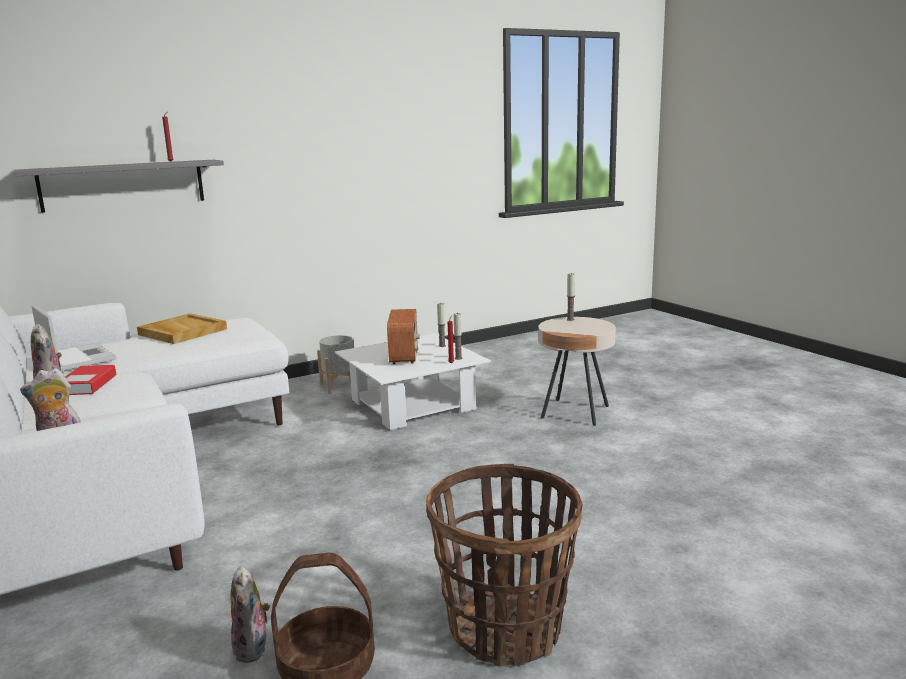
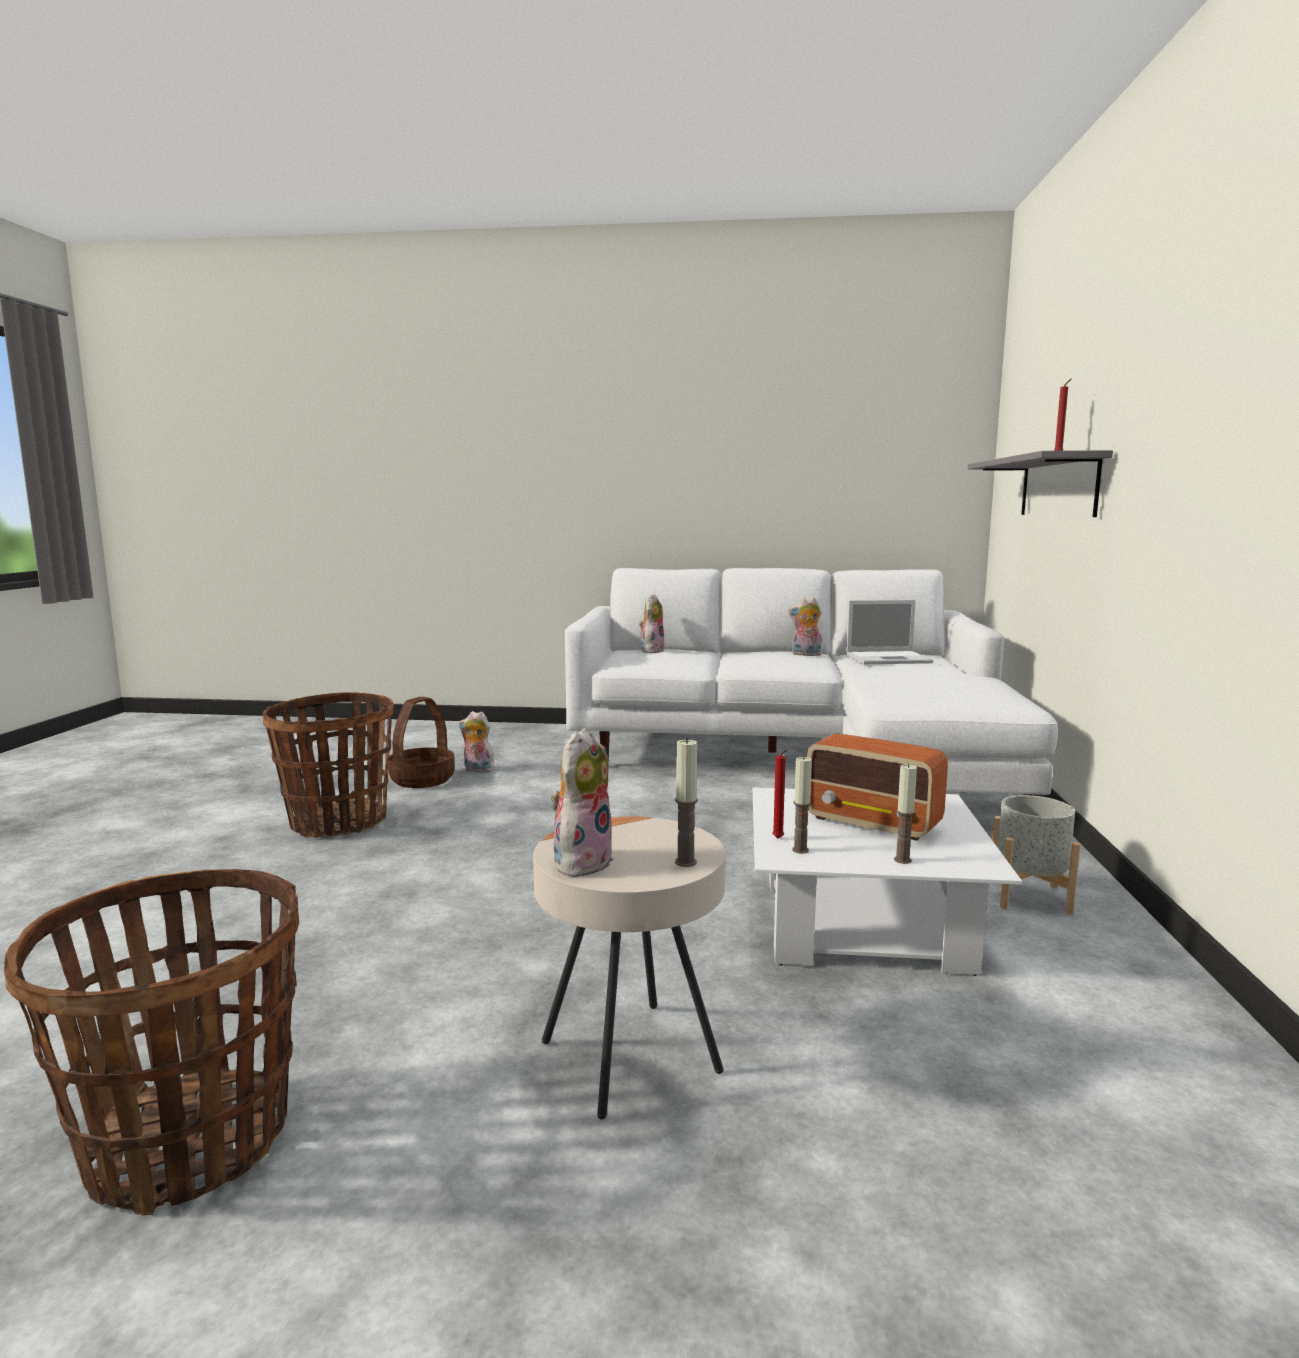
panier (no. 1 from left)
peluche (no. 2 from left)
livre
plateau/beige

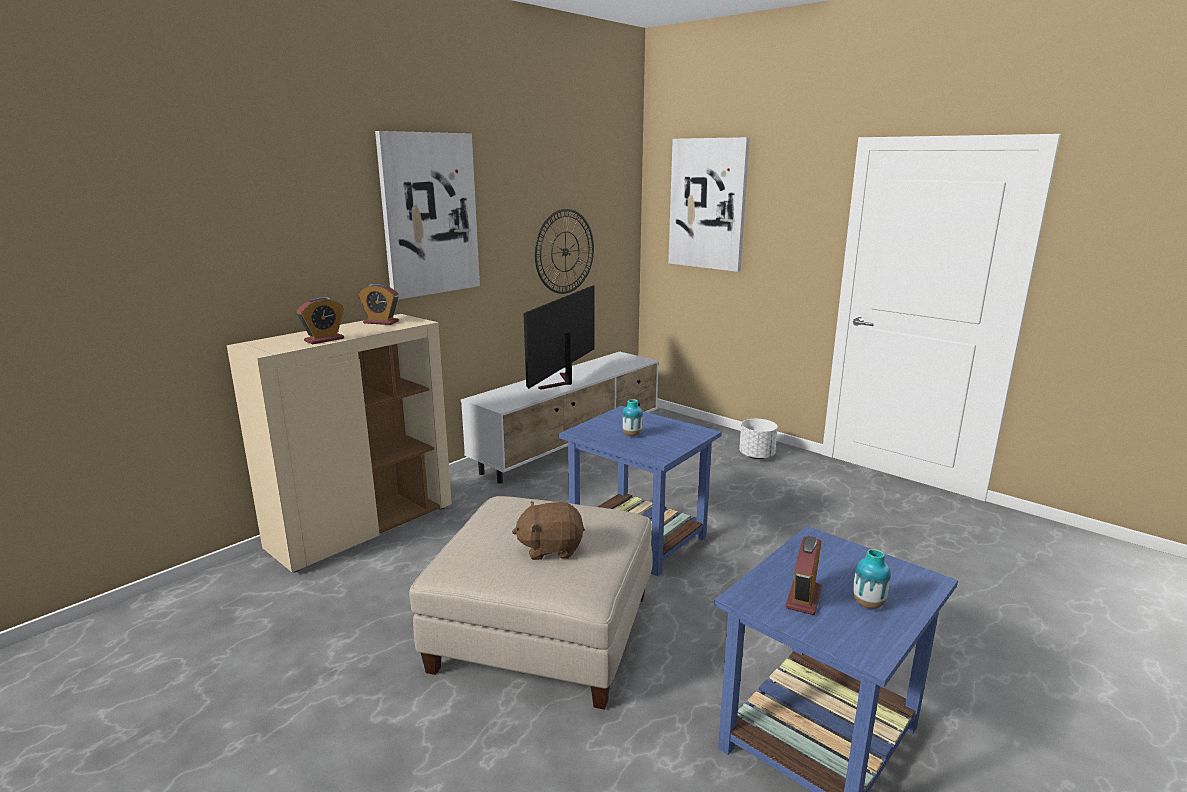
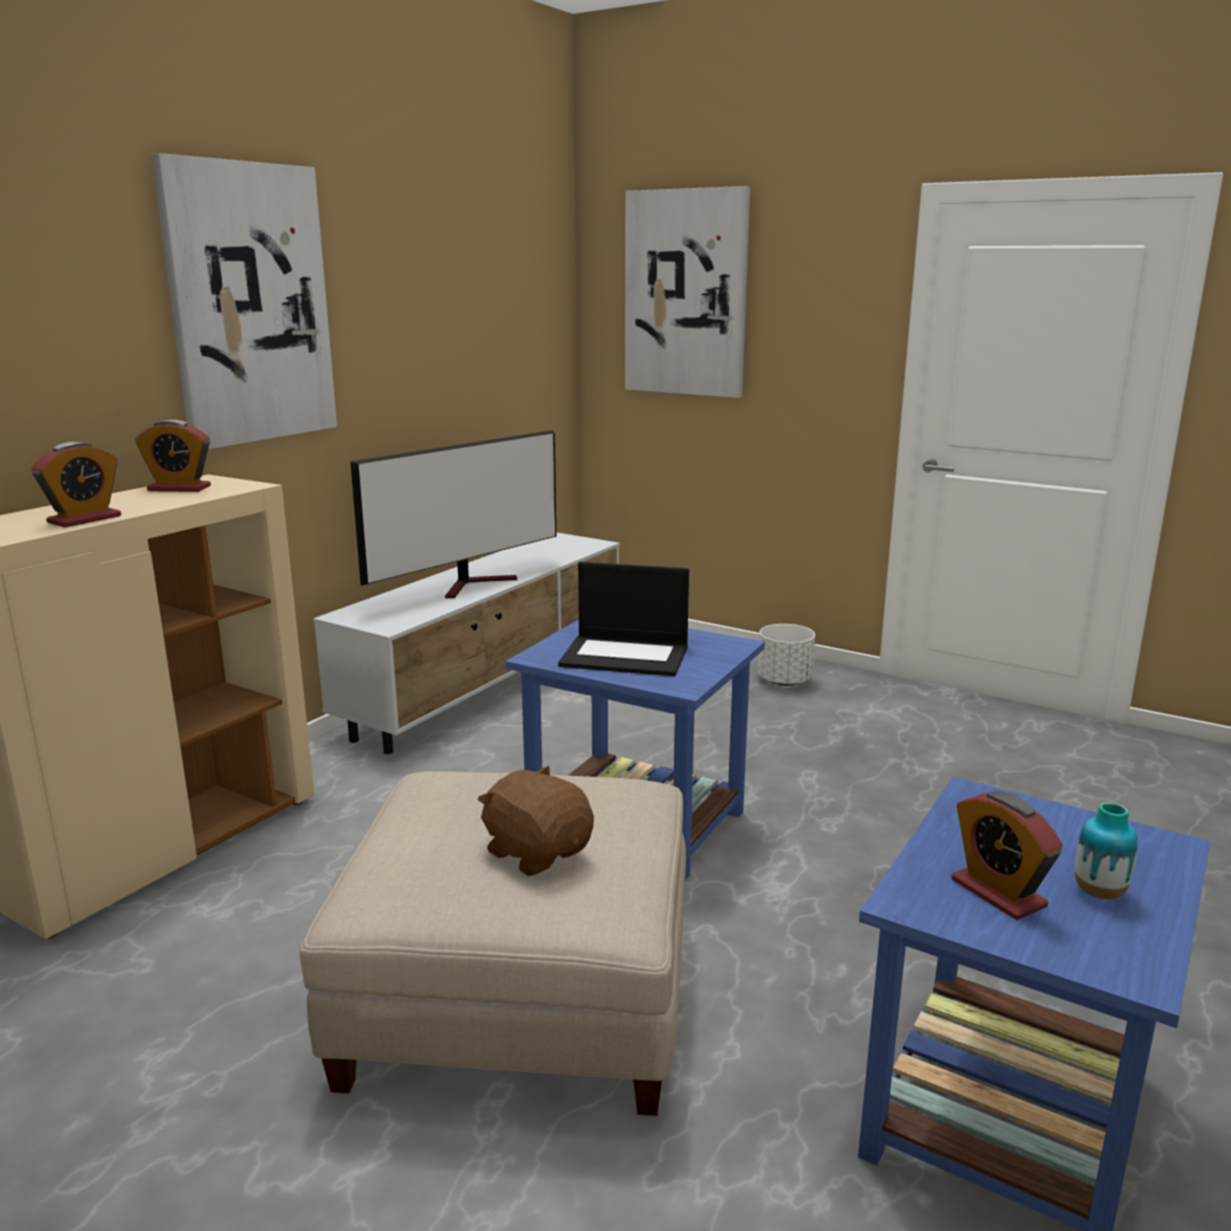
téléviseur
peluche/marron
ordinateur portable
réveil (no. 3 from left)
horloge murale

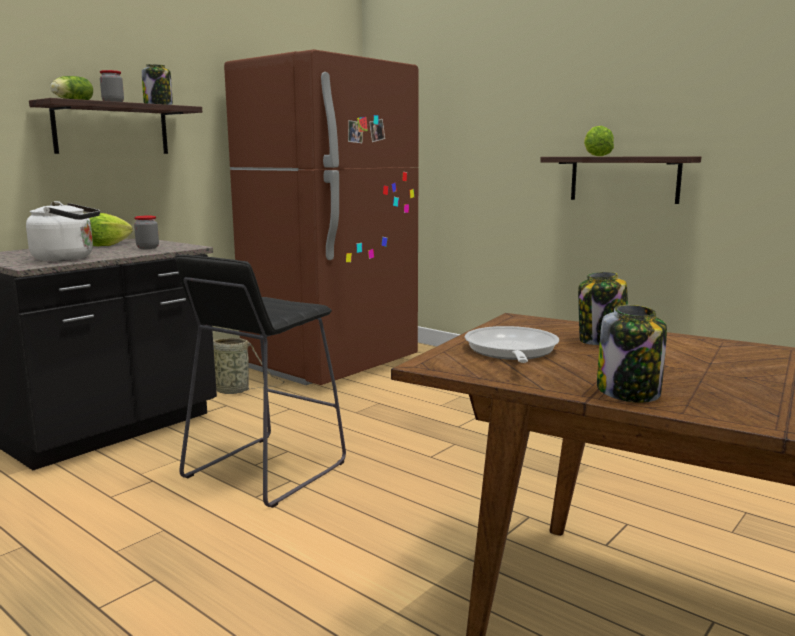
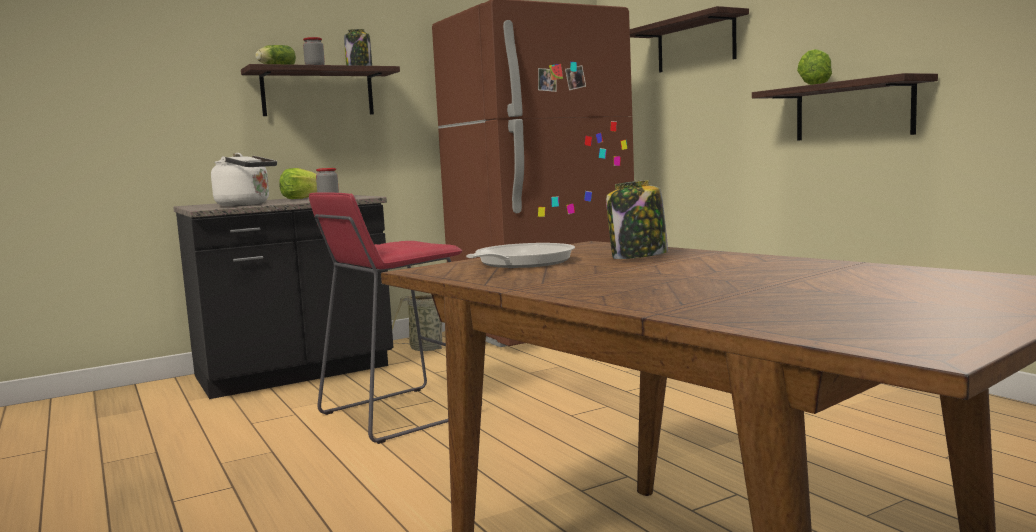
tabouret/rouge
étagère (no. 2 from left)
bocal (no. 5 from left in the first image)

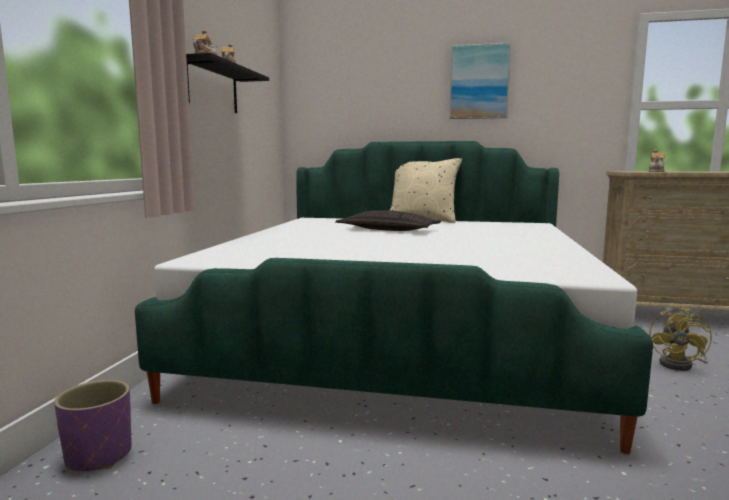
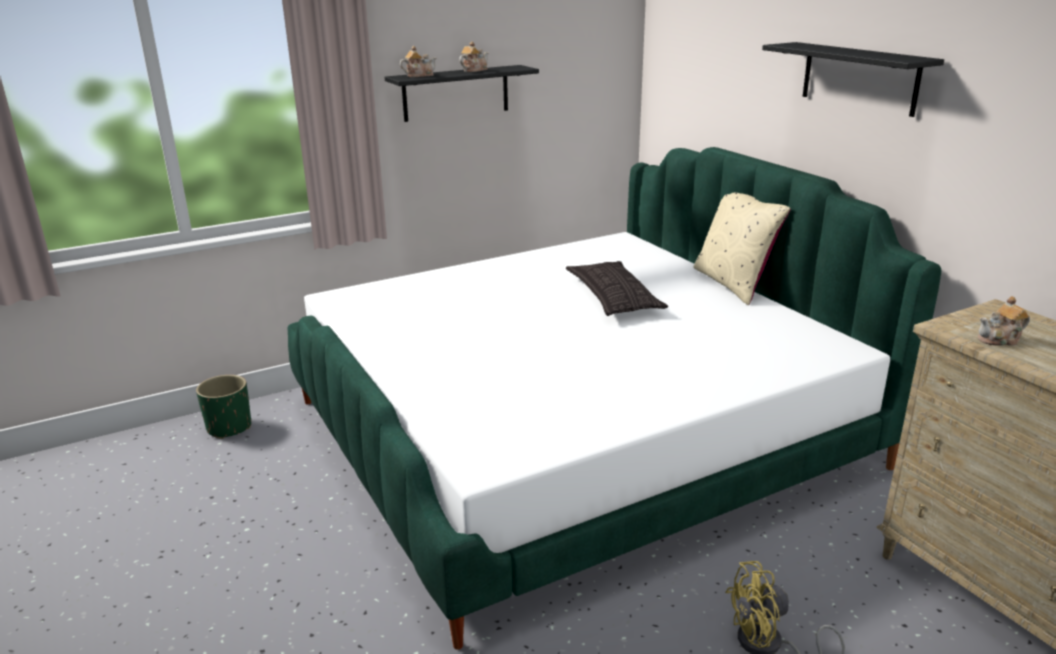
cache-pot/vert
étagère/noir (no. 2 from left)

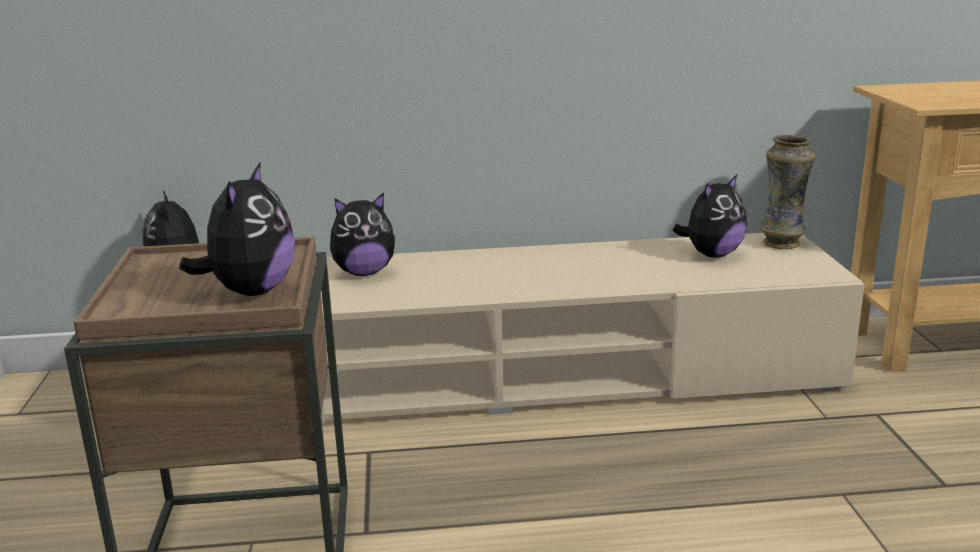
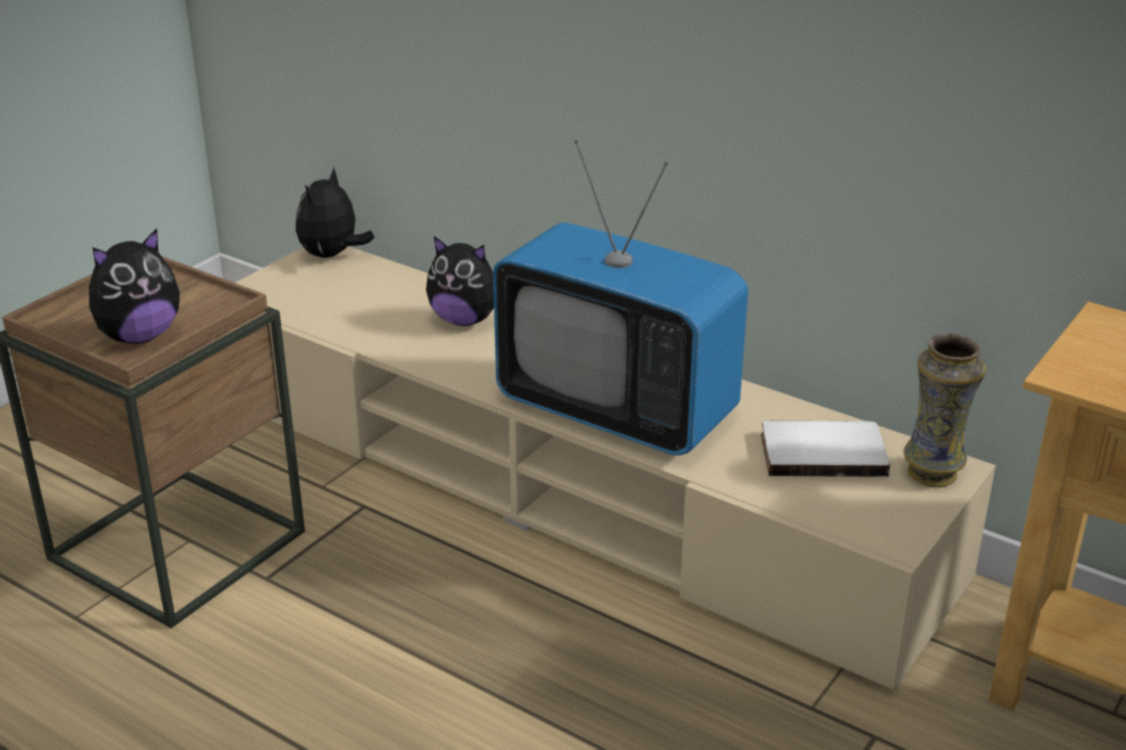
téléviseur
livre/blanc

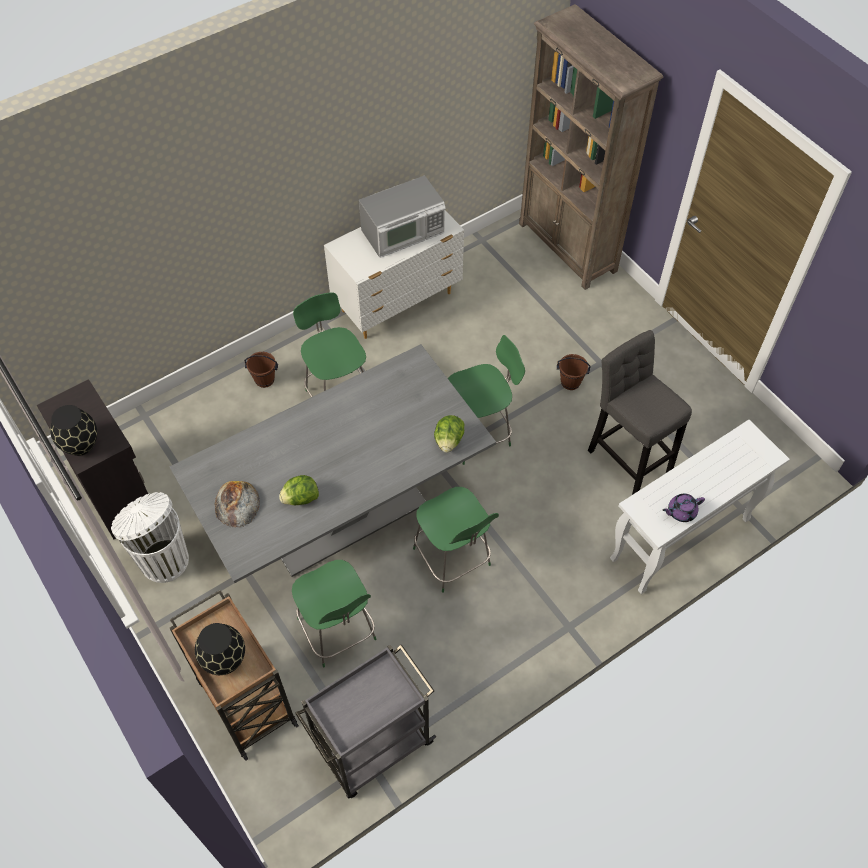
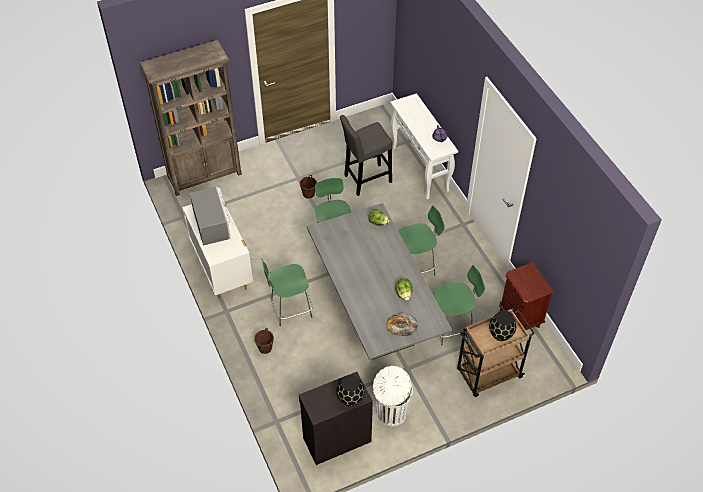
table de chevet/marron

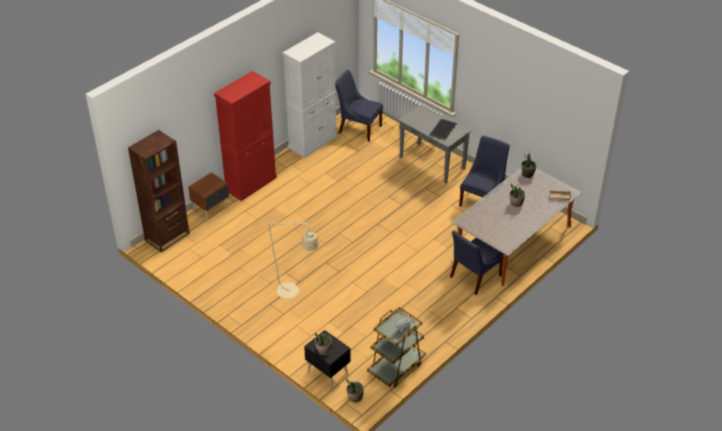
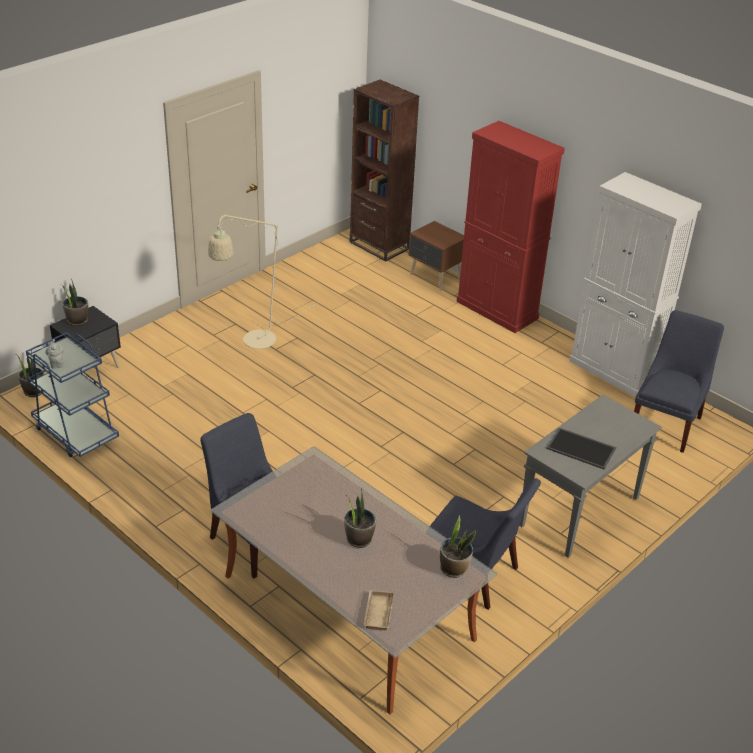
chariot/bleu

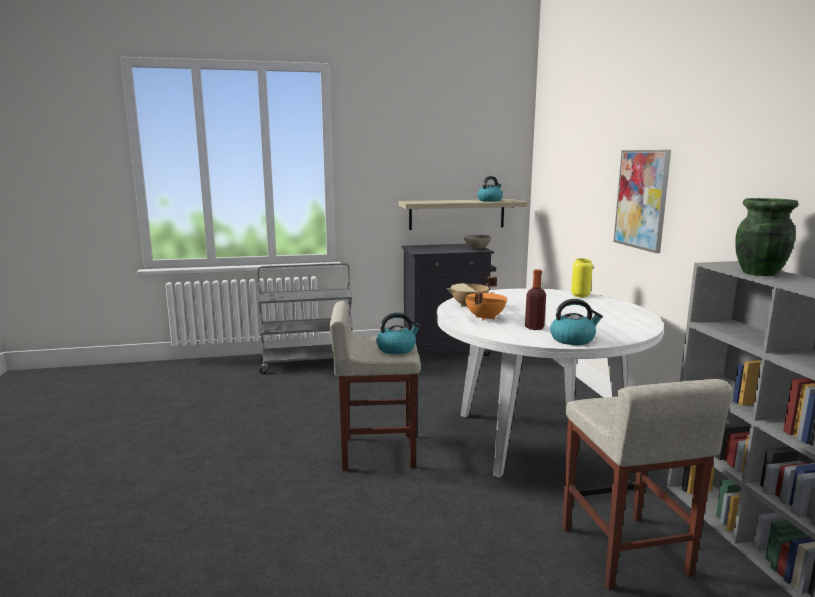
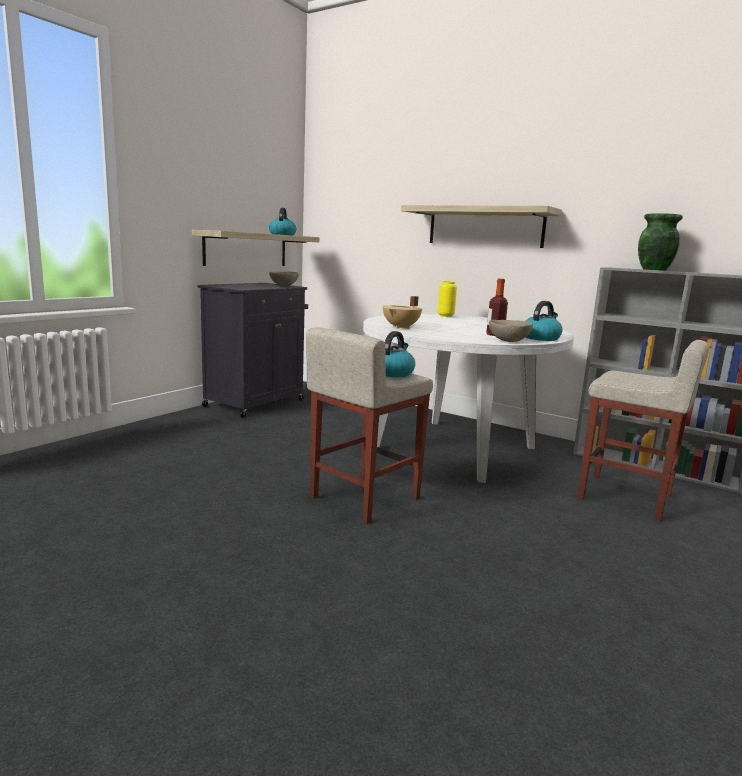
étagère (no. 2 from left)
bol/beige (no. 2 from left)
chariot/gris
marmite/orange

